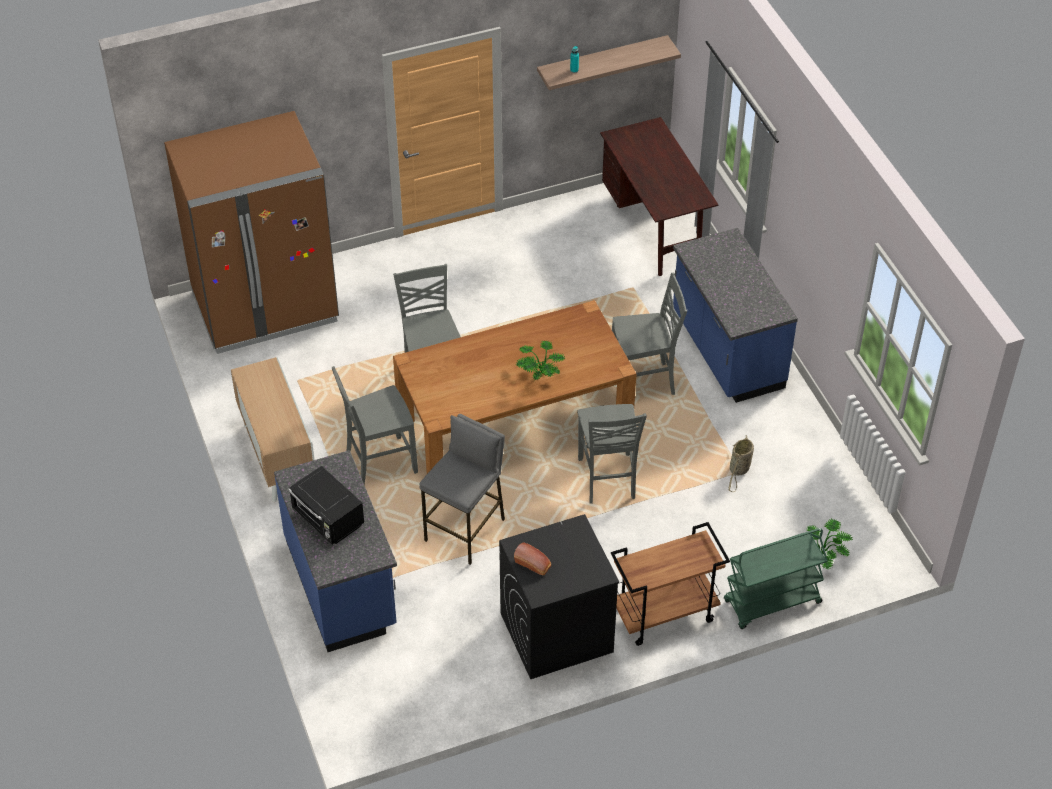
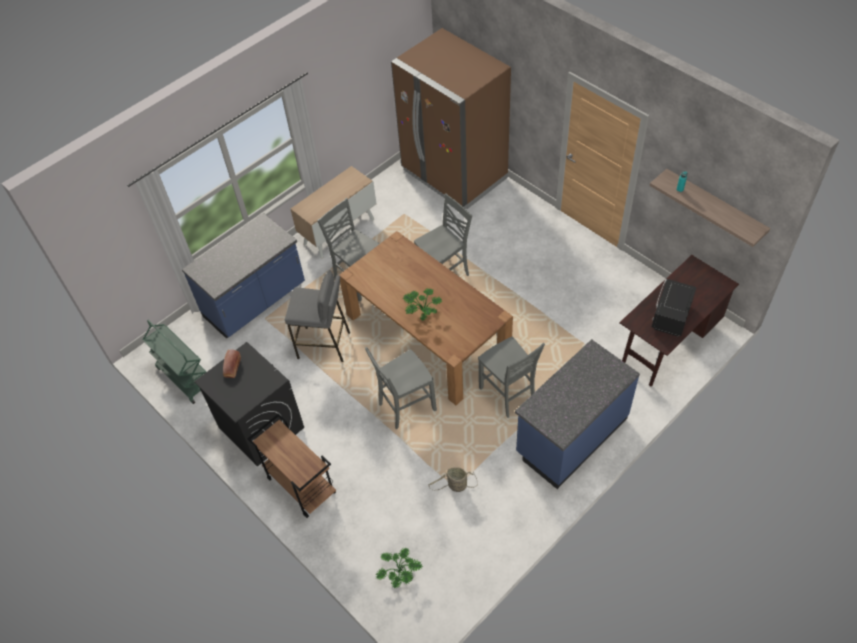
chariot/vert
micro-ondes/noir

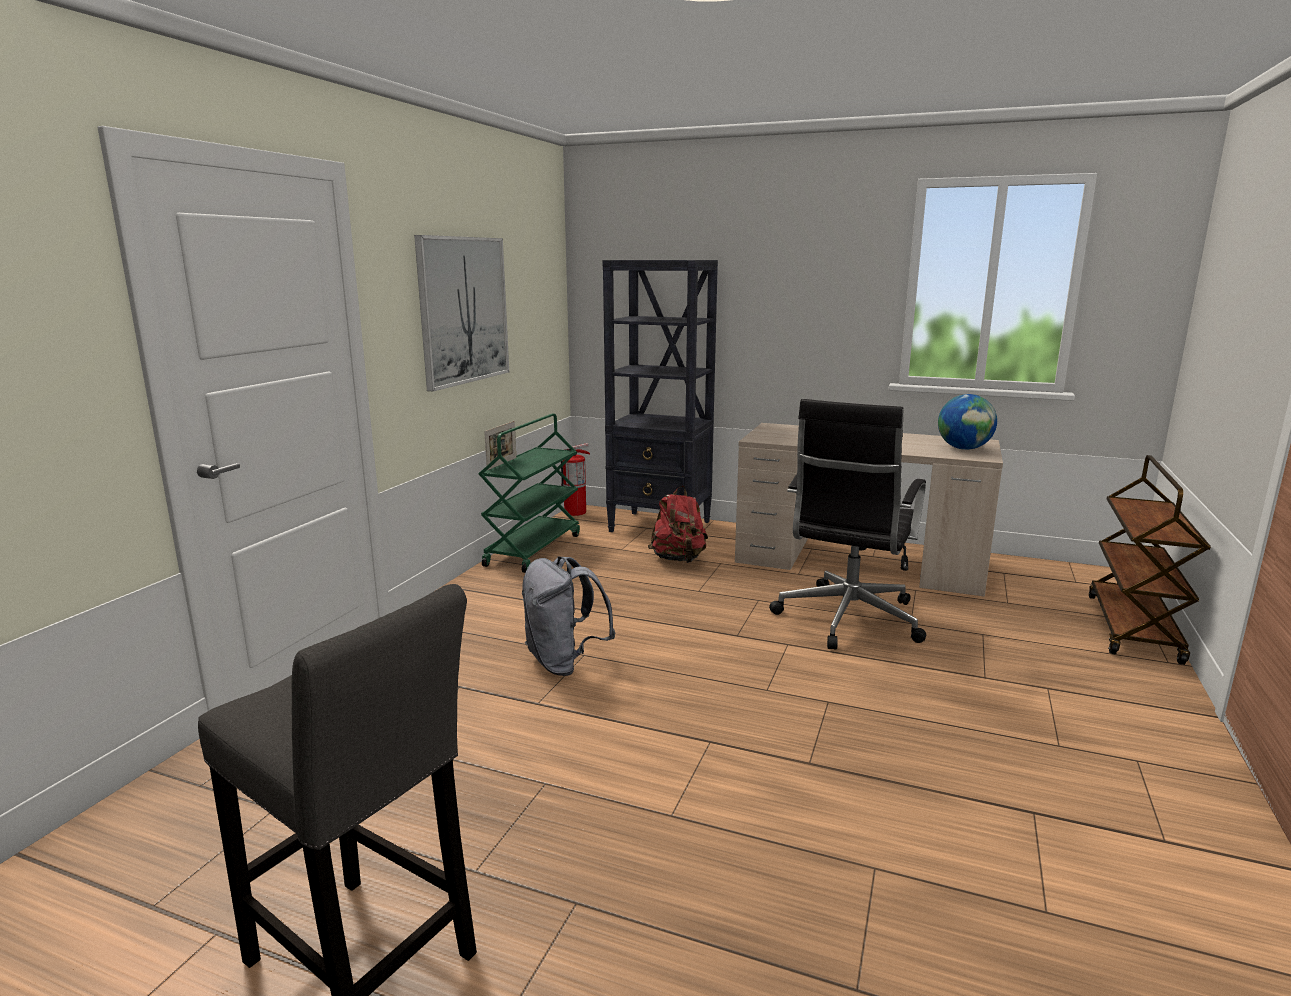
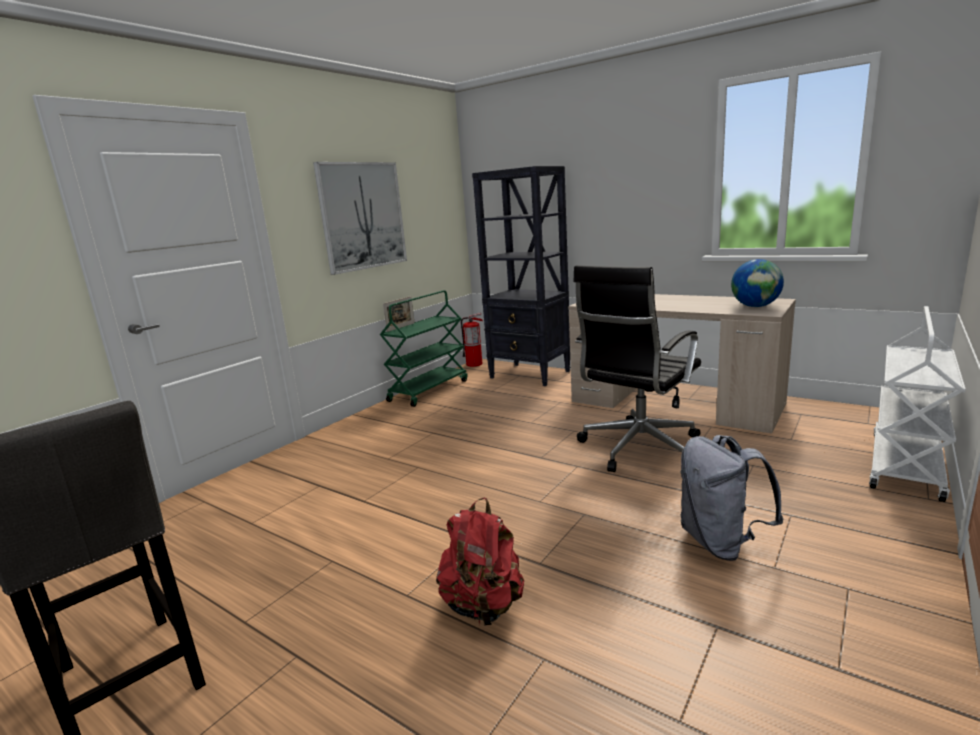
sac à dos/rouge
sac à dos/gris
chariot/blanc

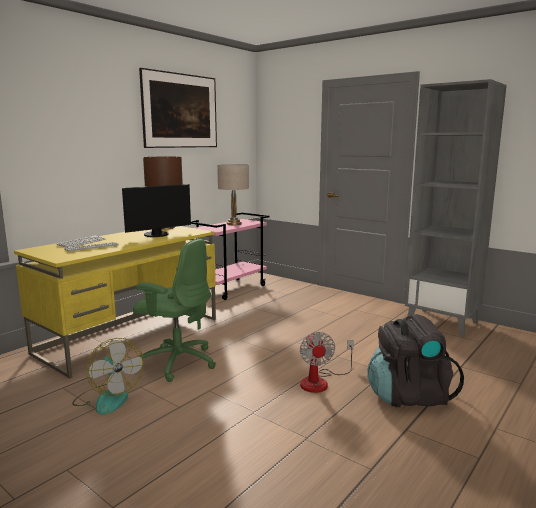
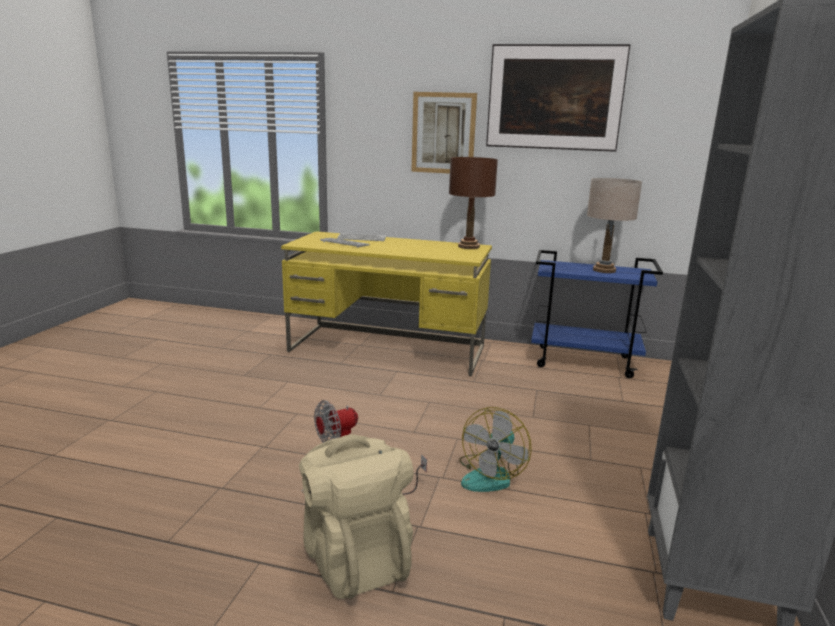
sac à dos/beige
tableau (no. 1 from left)
ventilateur (no. 2 from left)
chariot/bleu
écran d'ordinateur
chaise de bureau/vert

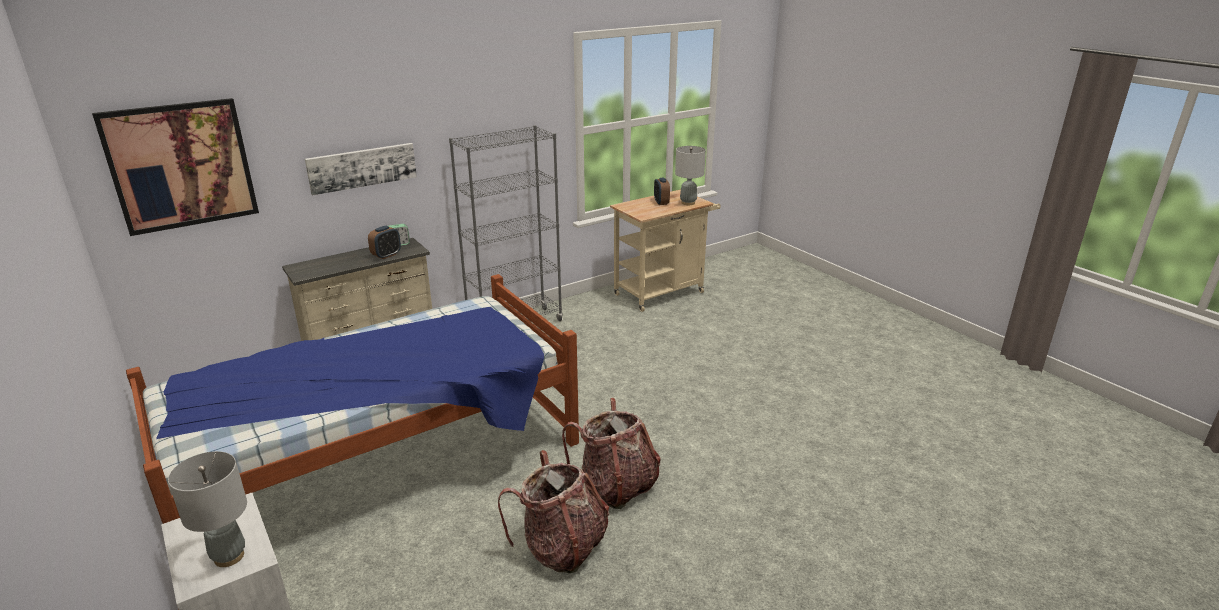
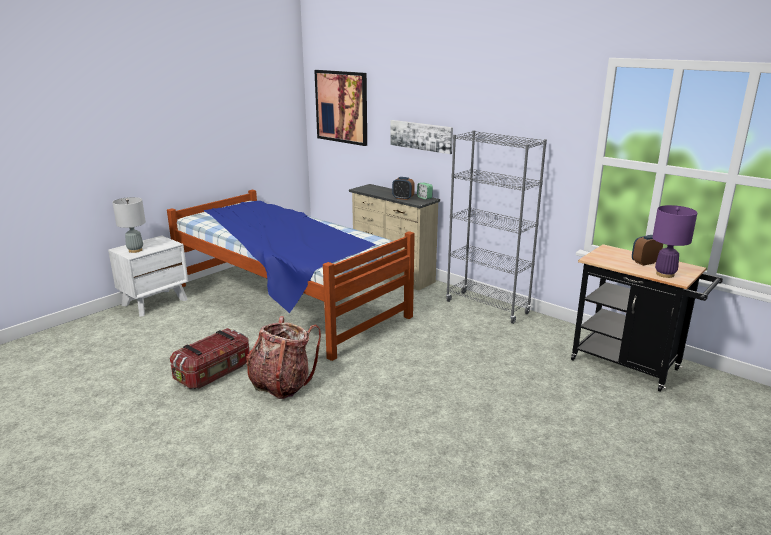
boîte de rangement
chariot/noir
lampe de table/violet

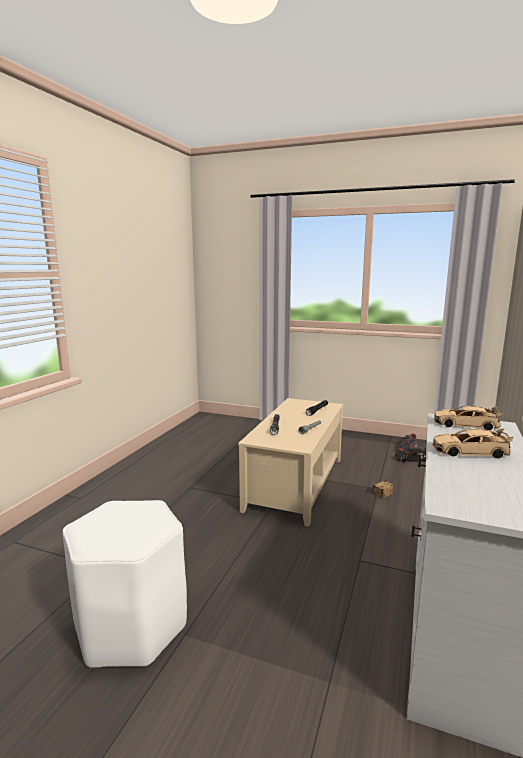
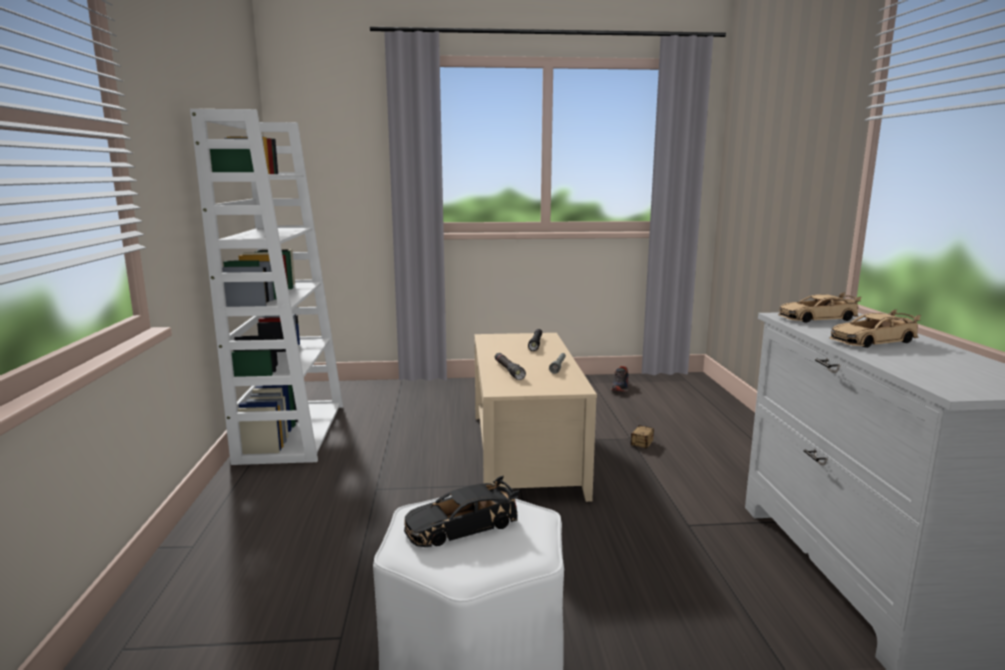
bibliothèque/blanc
petite voiture/noir

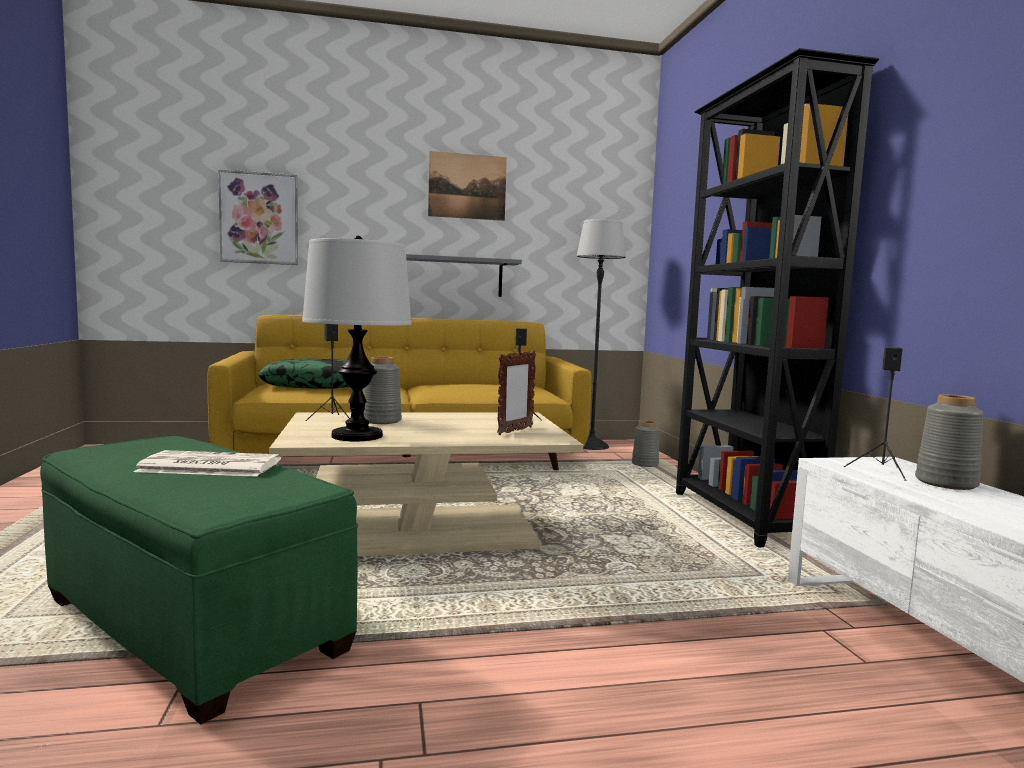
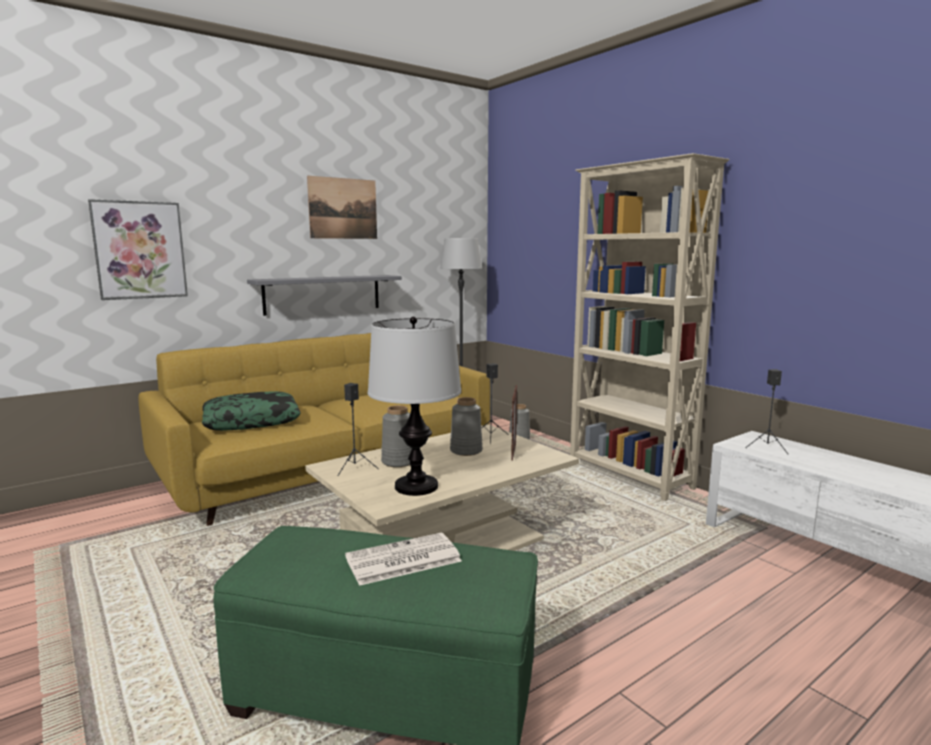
vase/gris (no. 2 from left)
bibliothèque/beige

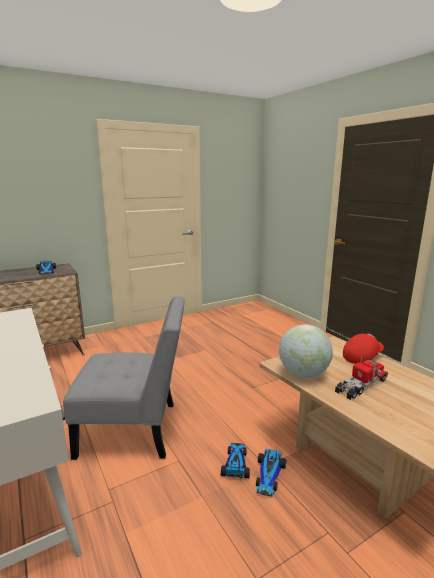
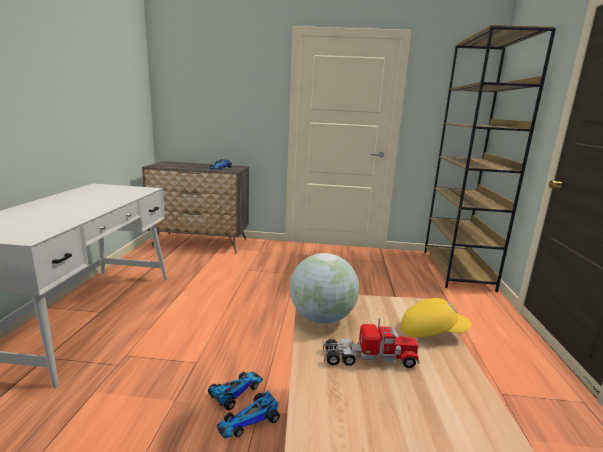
casquette/jaune
bibliothèque/marron
chaise/gris

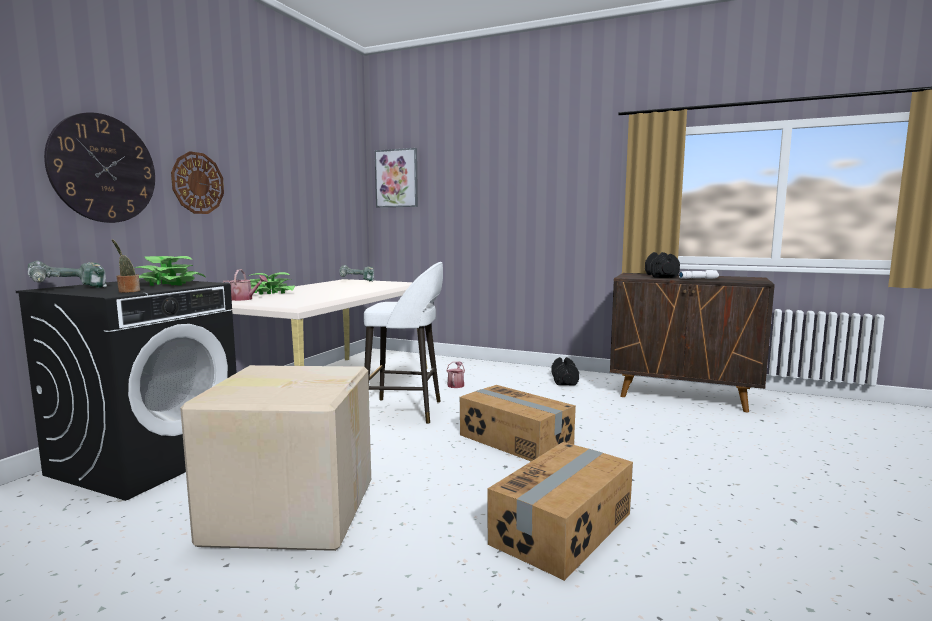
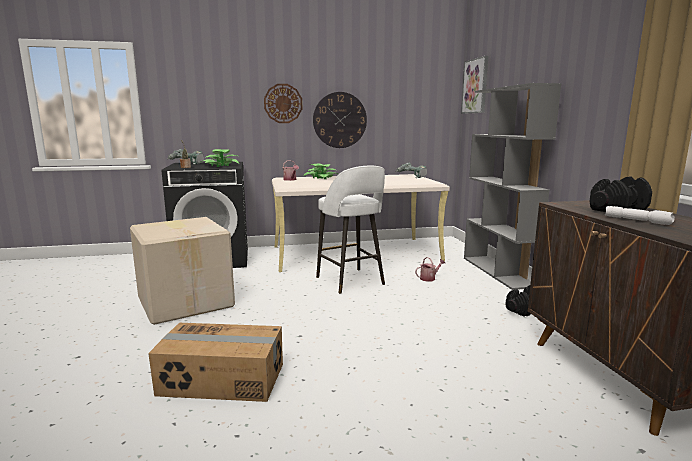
horloge murale (no. 2 from left)
bibliothèque/gris
carton (no. 2 from left in the first image)

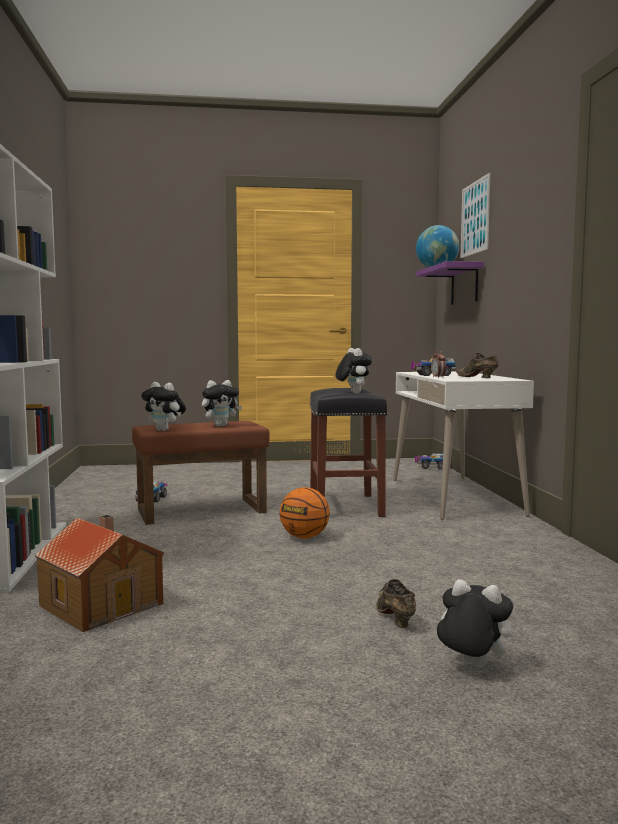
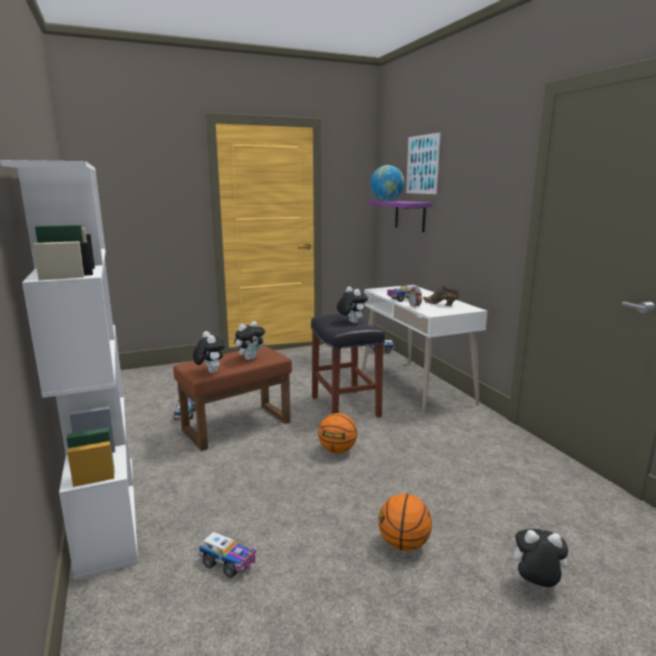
peluche (no. 1 from left)
camion jouet (no. 2 from left)
ballon de basket (no. 2 from left)
chaussure/marron (no. 1 from left in the first image)

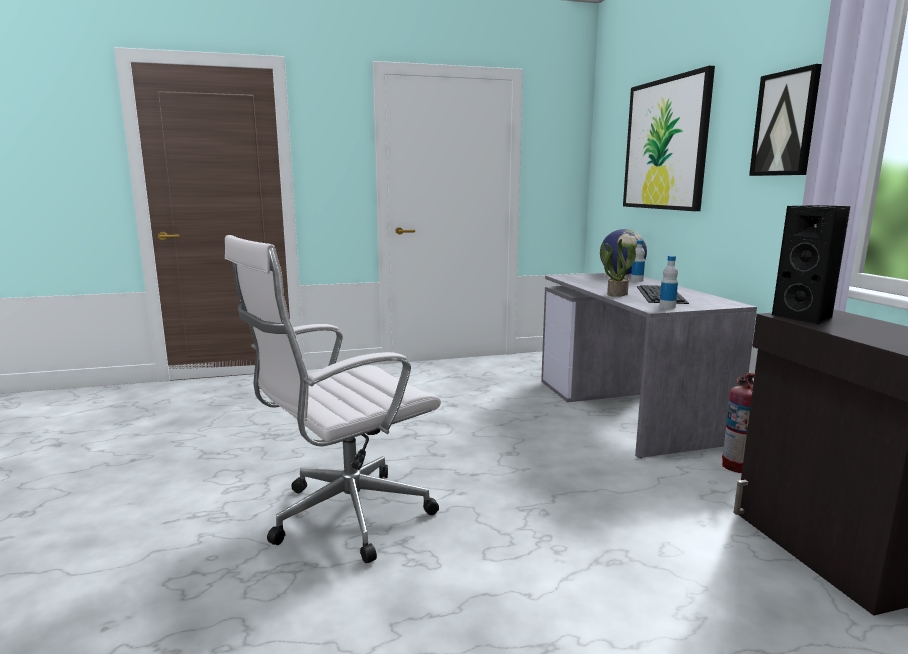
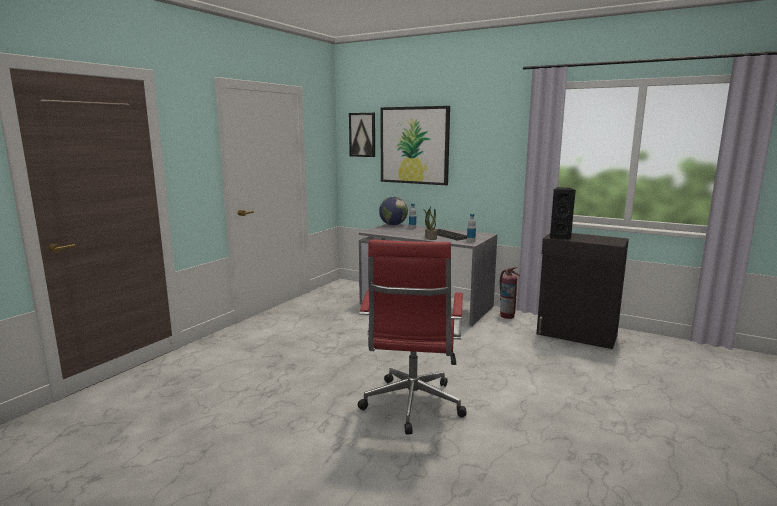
tableau (no. 1 from left)
chaise de bureau/rouge

